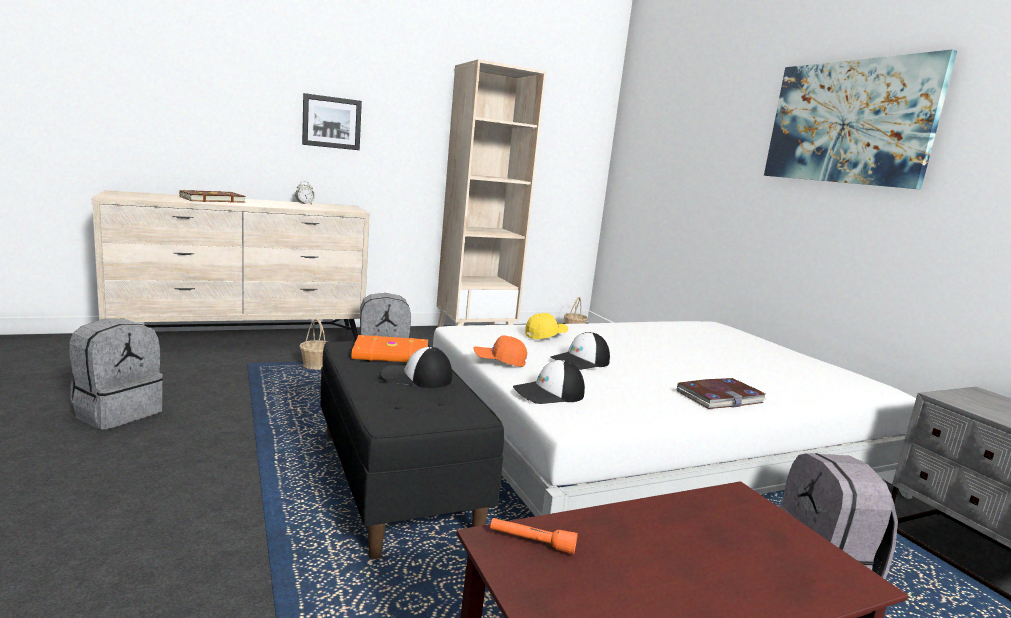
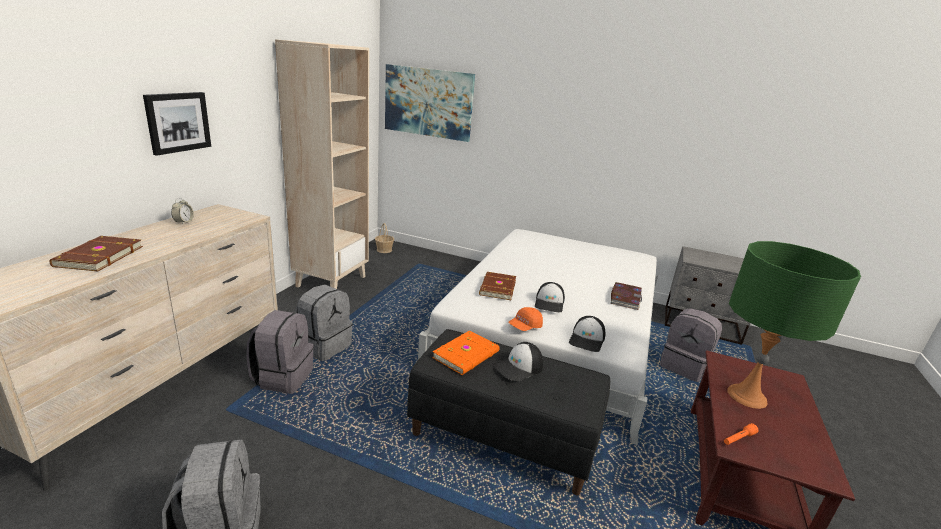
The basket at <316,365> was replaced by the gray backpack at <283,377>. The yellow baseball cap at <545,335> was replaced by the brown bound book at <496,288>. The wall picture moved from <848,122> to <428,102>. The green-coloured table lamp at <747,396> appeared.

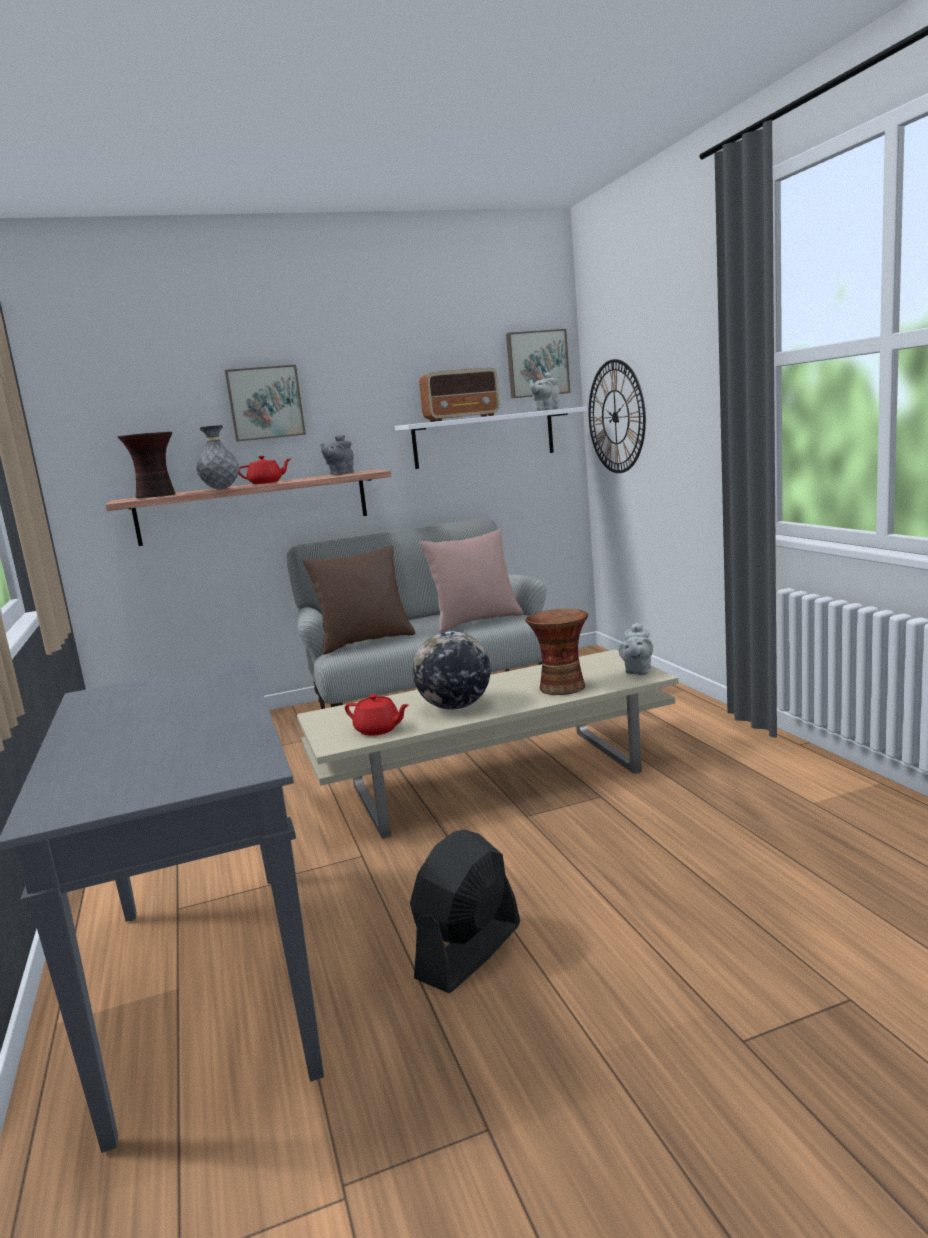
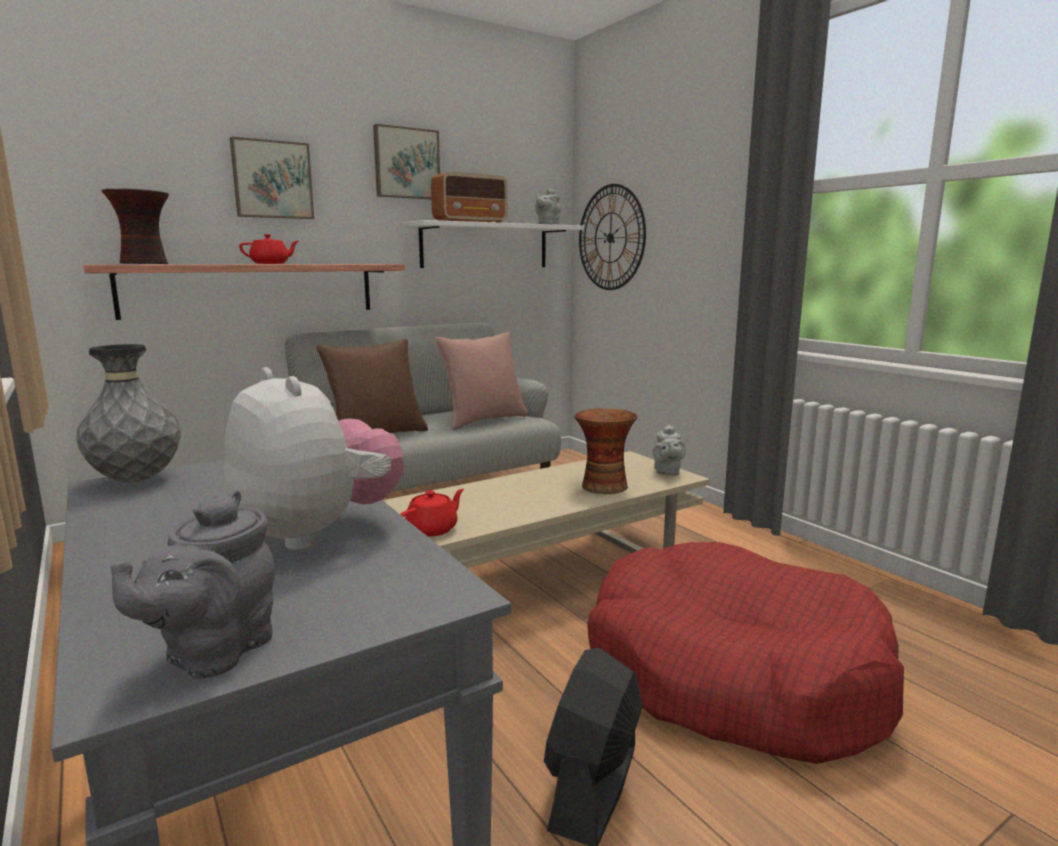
The gray vase moved from <221,489> to <137,480>. The gray pot for tea moved from <340,474> to <214,653>. The reddish pot for tea at <378,730> turned 60 degrees counterclockwise. The globe at <455,707> disappeared. The wall picture moved from <537,364> to <406,163>. The plush toy at <317,533> appeared. The reddish dog bed at <732,674> appeared.

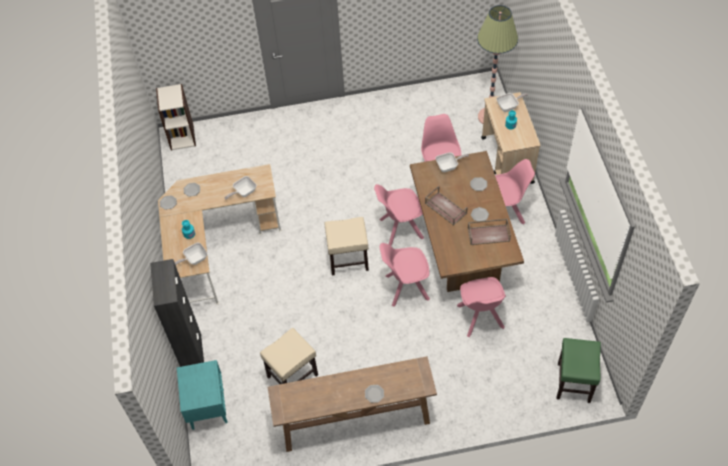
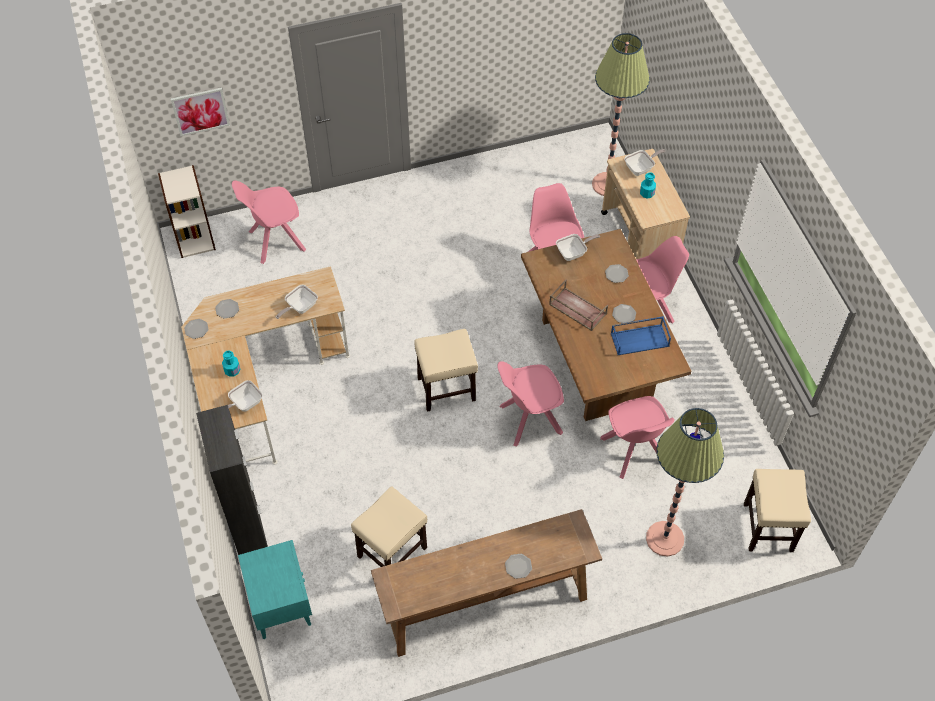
The pink plain chair moved from <399,229> to <275,241>. The brown serving tray at <489,234> became the blue serving tray at <640,339>. The green-coloured stool at <574,383> became the sand-coloured stool at <768,528>. The wall picture at <200,111> appeared. The floor lamp at <665,539> appeared.

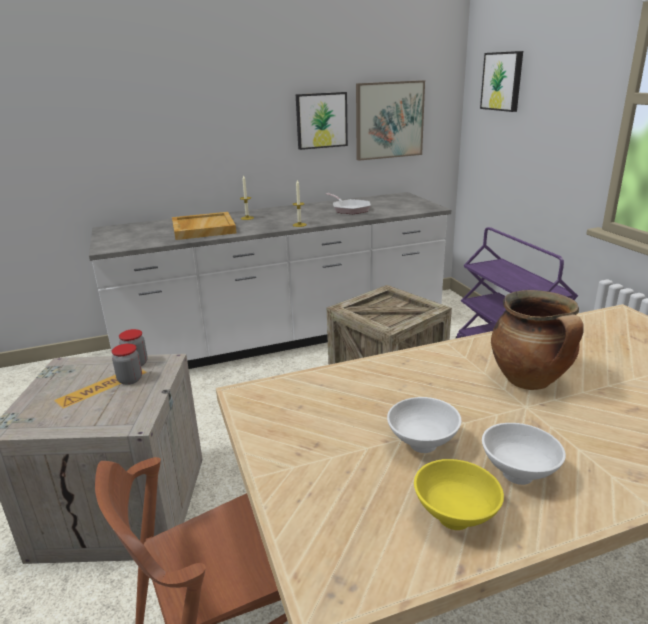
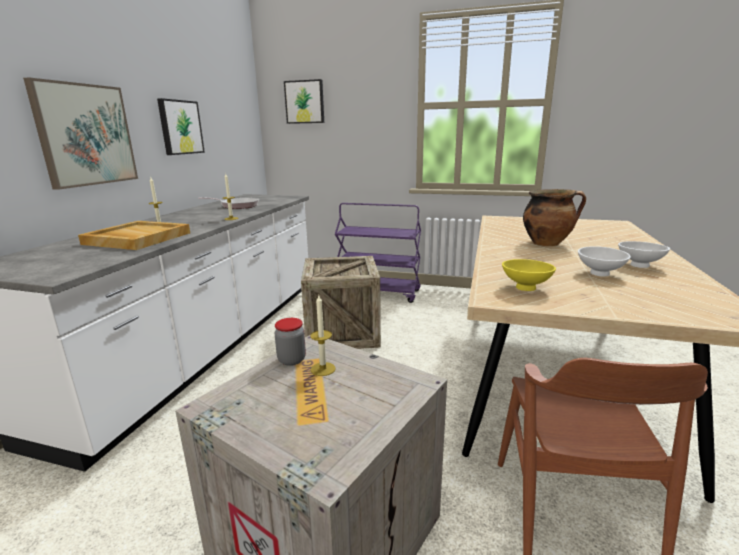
The preserve jar at <130,380> was replaced by the wax candle at <323,369>. The wall picture moved from <389,120> to <85,135>. The yellow bowl moved from <454,516> to <524,287>.

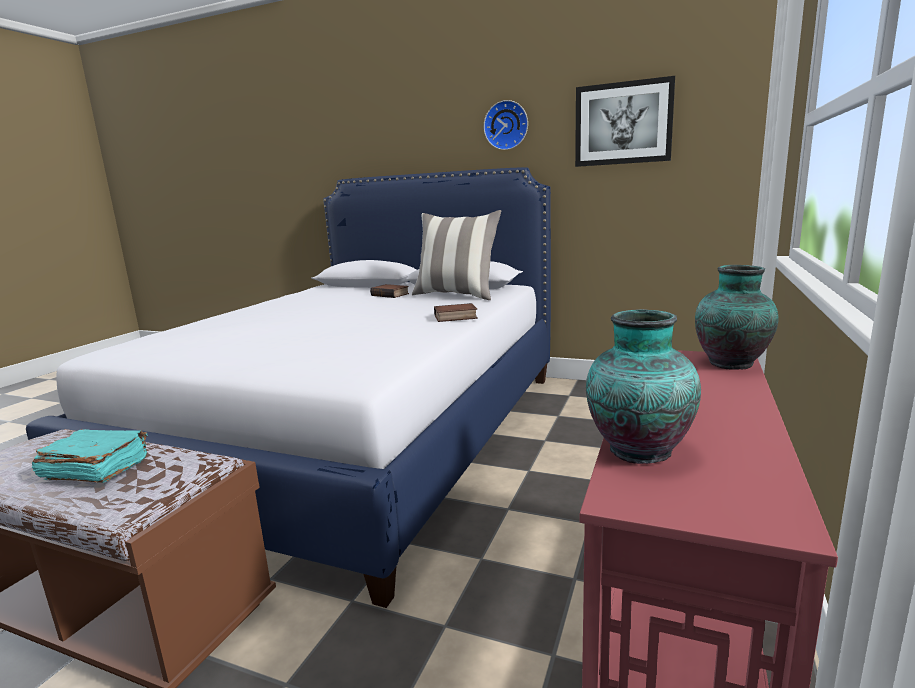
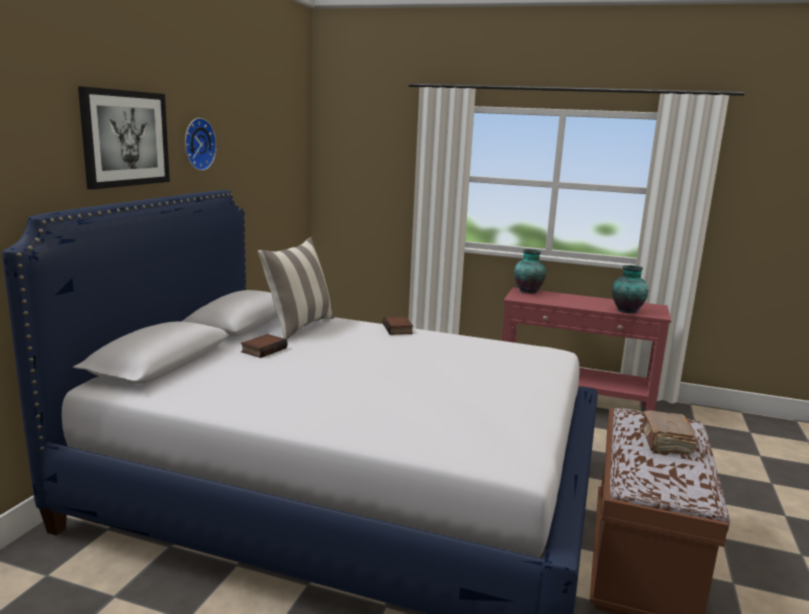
The blue-green bound book at <96,470> became the brown bound book at <665,442>. The wall picture moved from <623,123> to <125,138>.

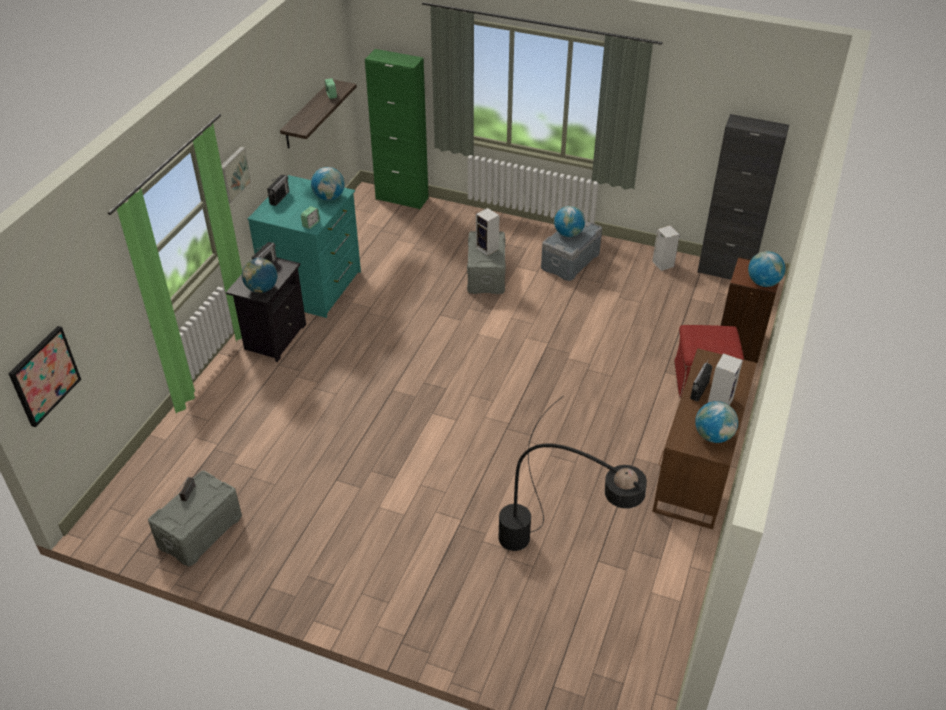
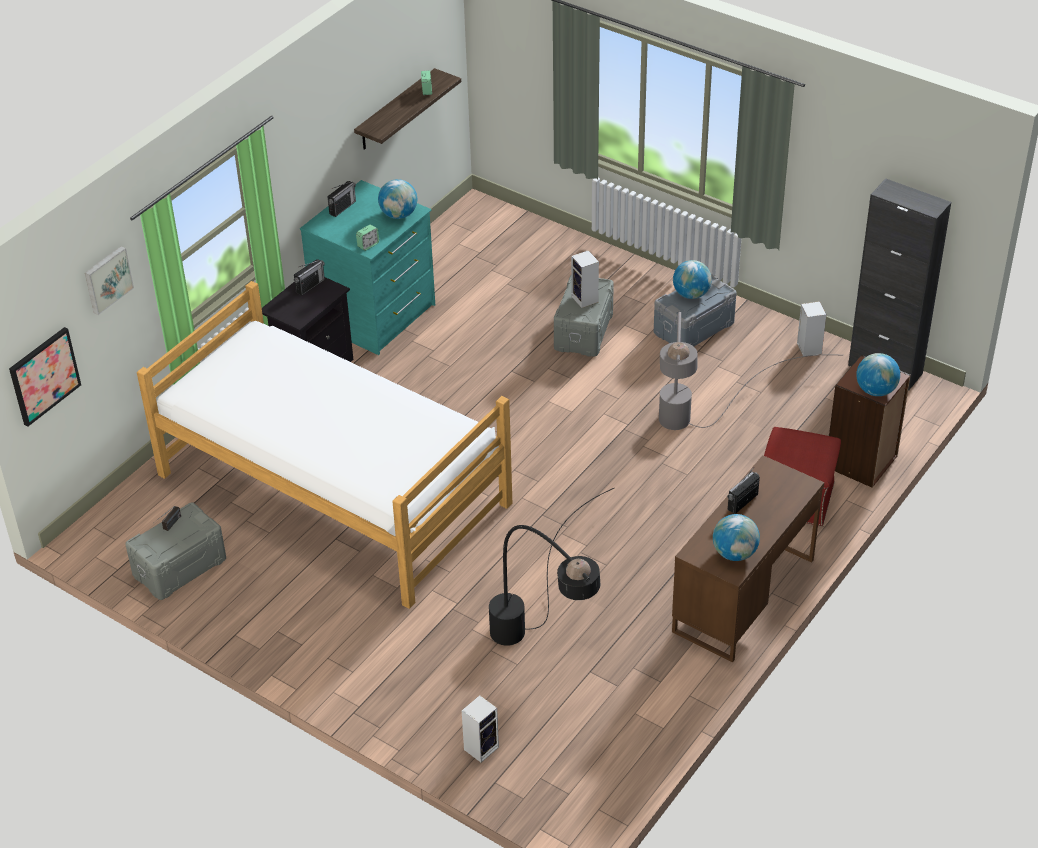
The wall picture moved from <233,174> to <107,279>. The globe at <262,289> disappeared. The green-coloured cabinet at <402,198> disappeared. The audio speaker moved from <720,400> to <481,747>. The sleeping bed at <333,488> appeared. The gray floor lamp at <692,446> appeared.

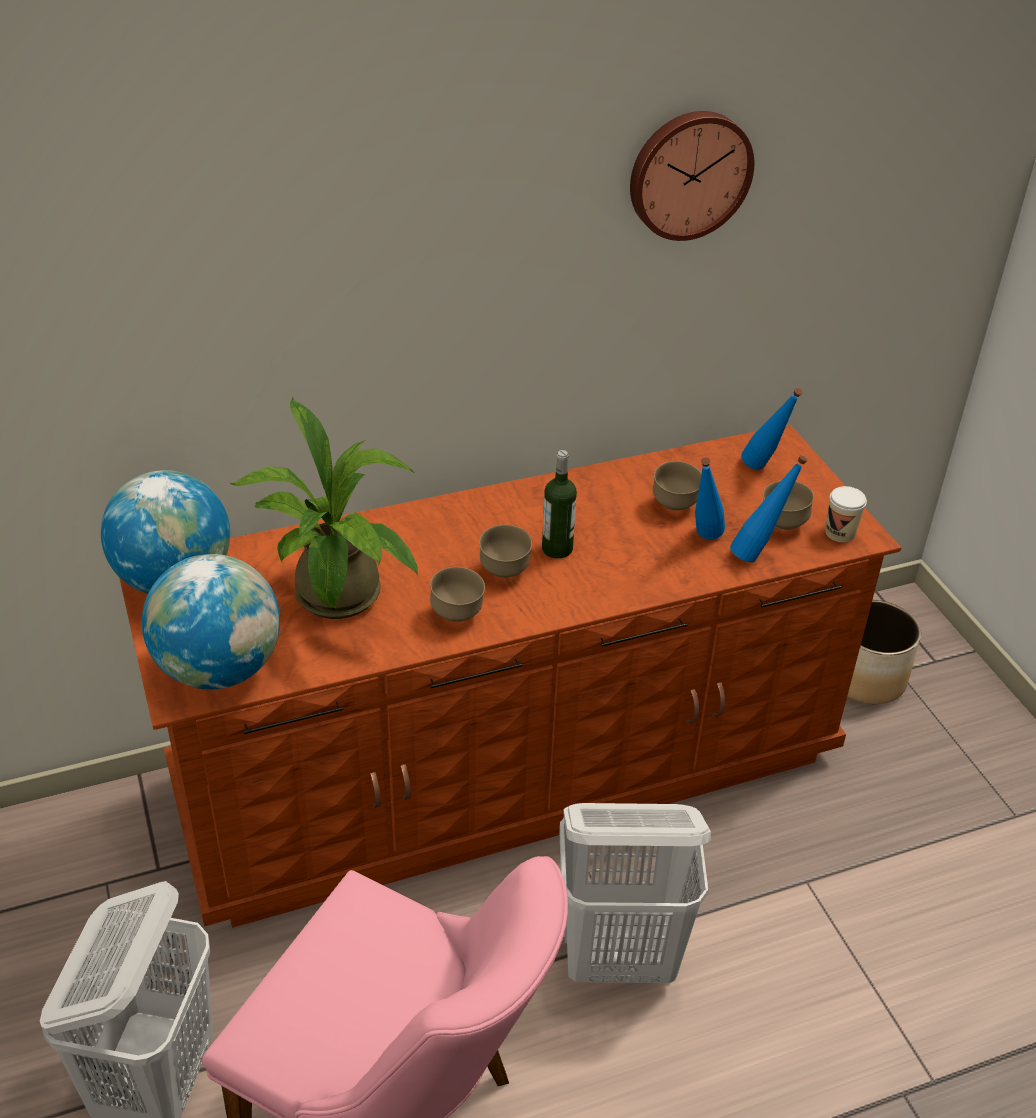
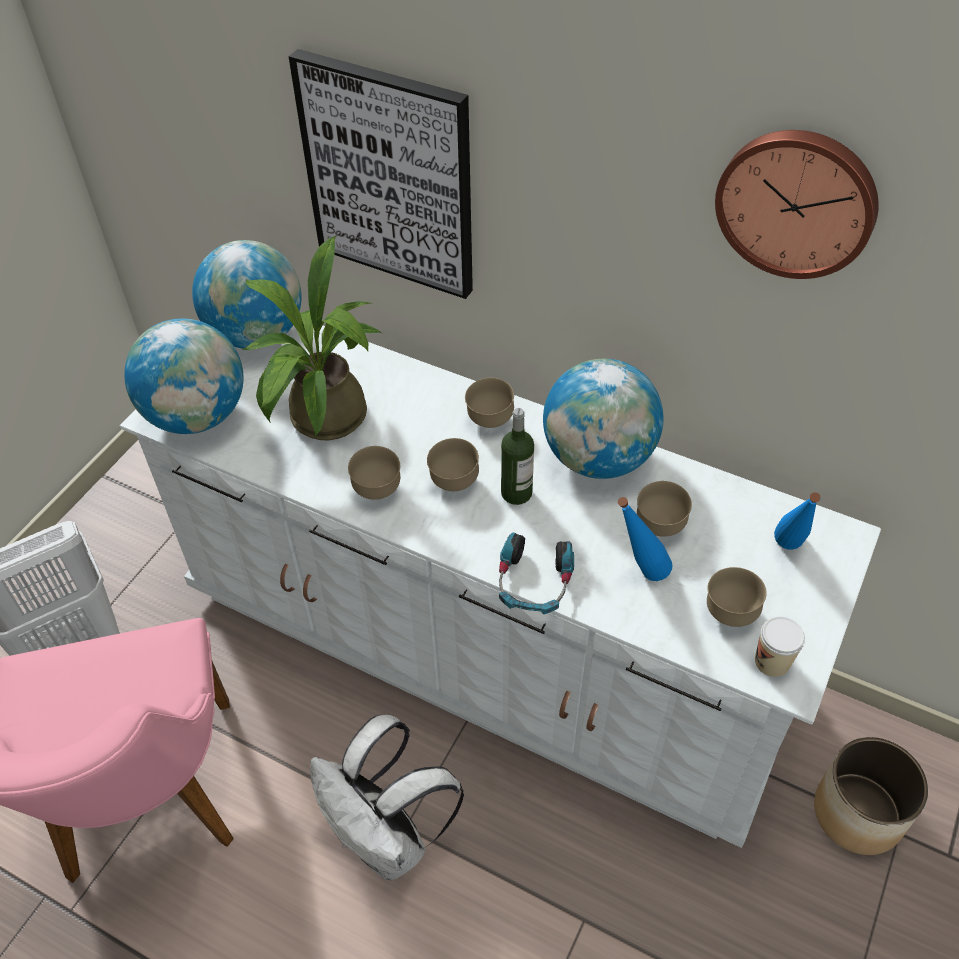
The brown drawer chest at <509,770> became the whitish drawer chest at <484,641>. The whitish hamper at <621,957> was replaced by the whitish backpack at <388,839>. The blue drink bottle at <759,555> disappeared. The wall picture at <390,176> appeared. The brown bowl at <489,421> appeared. The headphones at <534,582> appeared. The globe at <598,458> appeared.

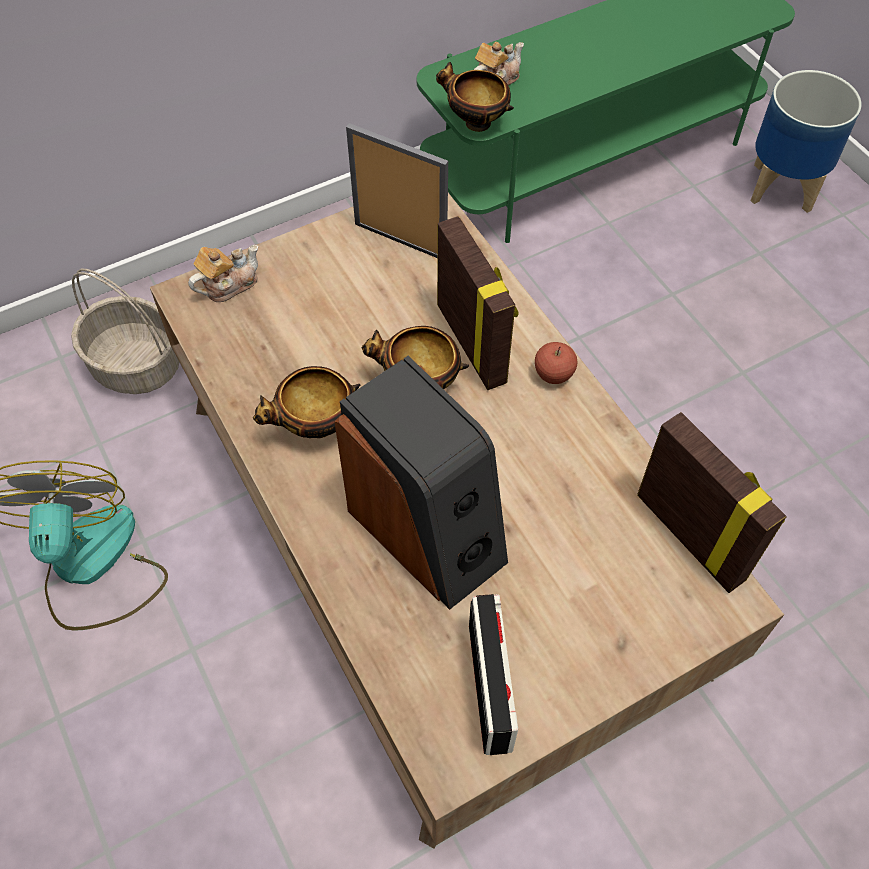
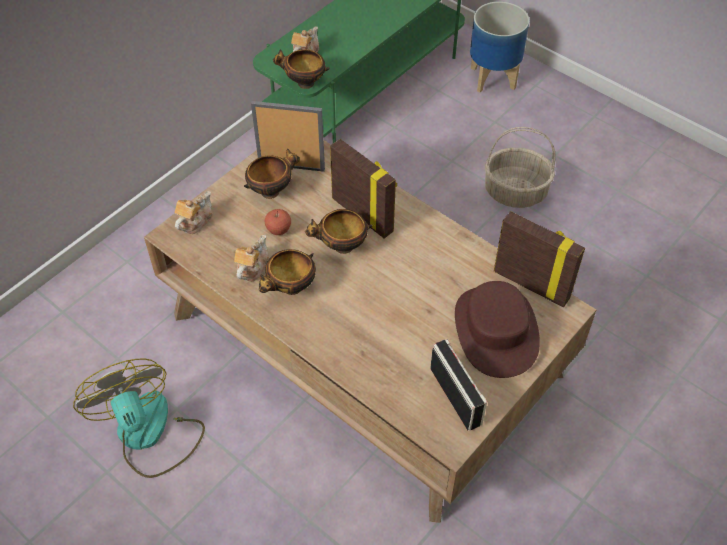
The basket moved from <137,365> to <516,191>. The audio speaker at <428,532> disappeared. The apple fruit moved from <553,375> to <278,230>. The pot for tea at <252,267> appeared. The bowl at <271,190> appeared. The brown clothing hat at <495,330> appeared.

